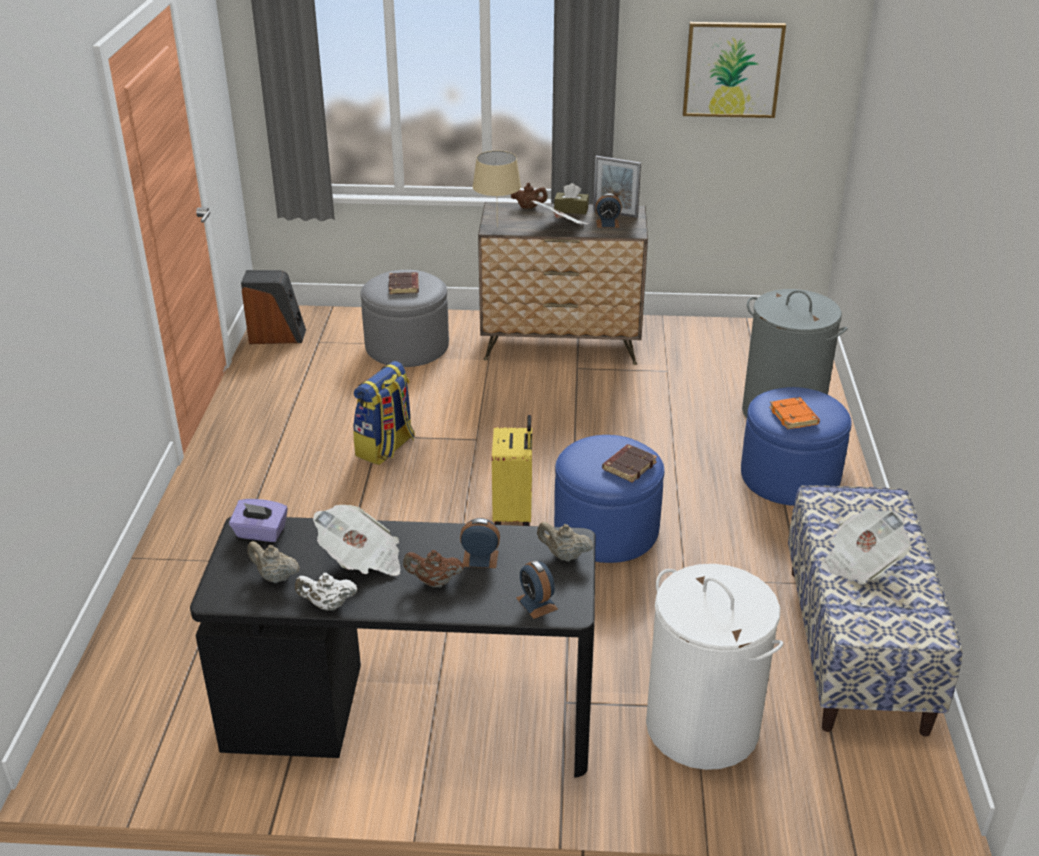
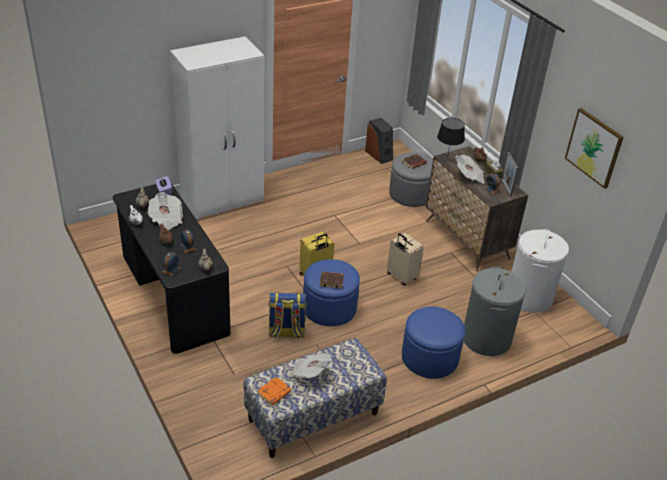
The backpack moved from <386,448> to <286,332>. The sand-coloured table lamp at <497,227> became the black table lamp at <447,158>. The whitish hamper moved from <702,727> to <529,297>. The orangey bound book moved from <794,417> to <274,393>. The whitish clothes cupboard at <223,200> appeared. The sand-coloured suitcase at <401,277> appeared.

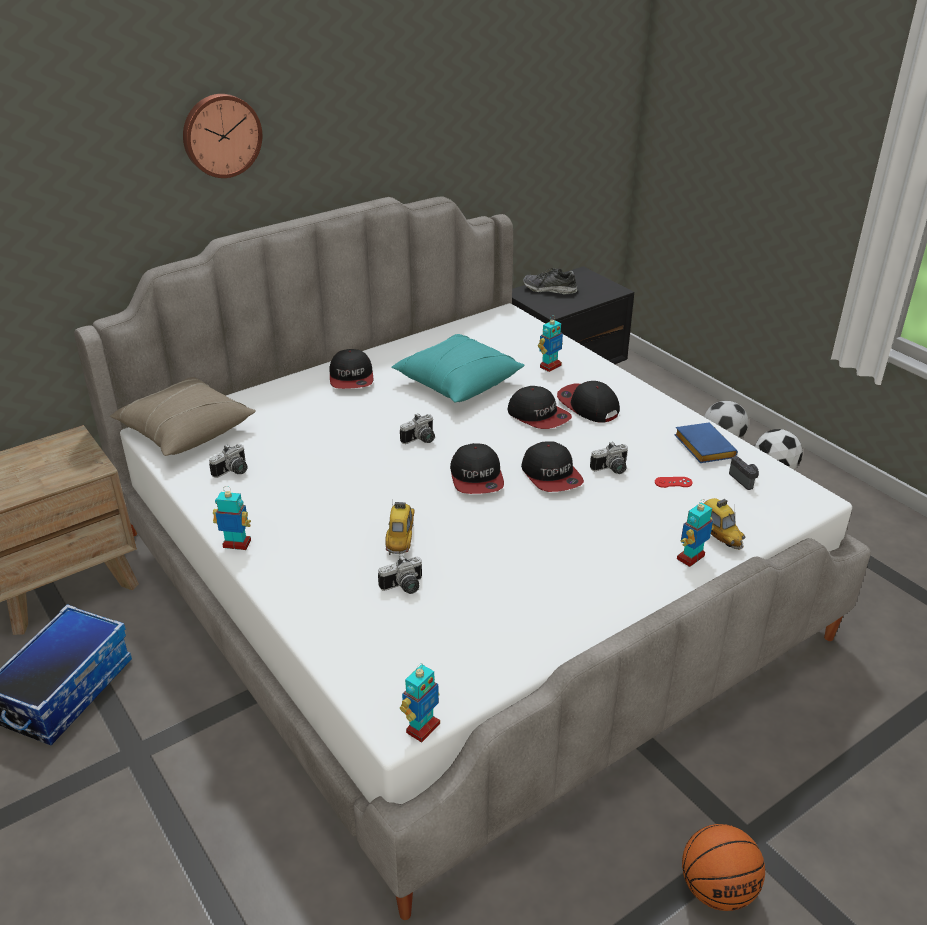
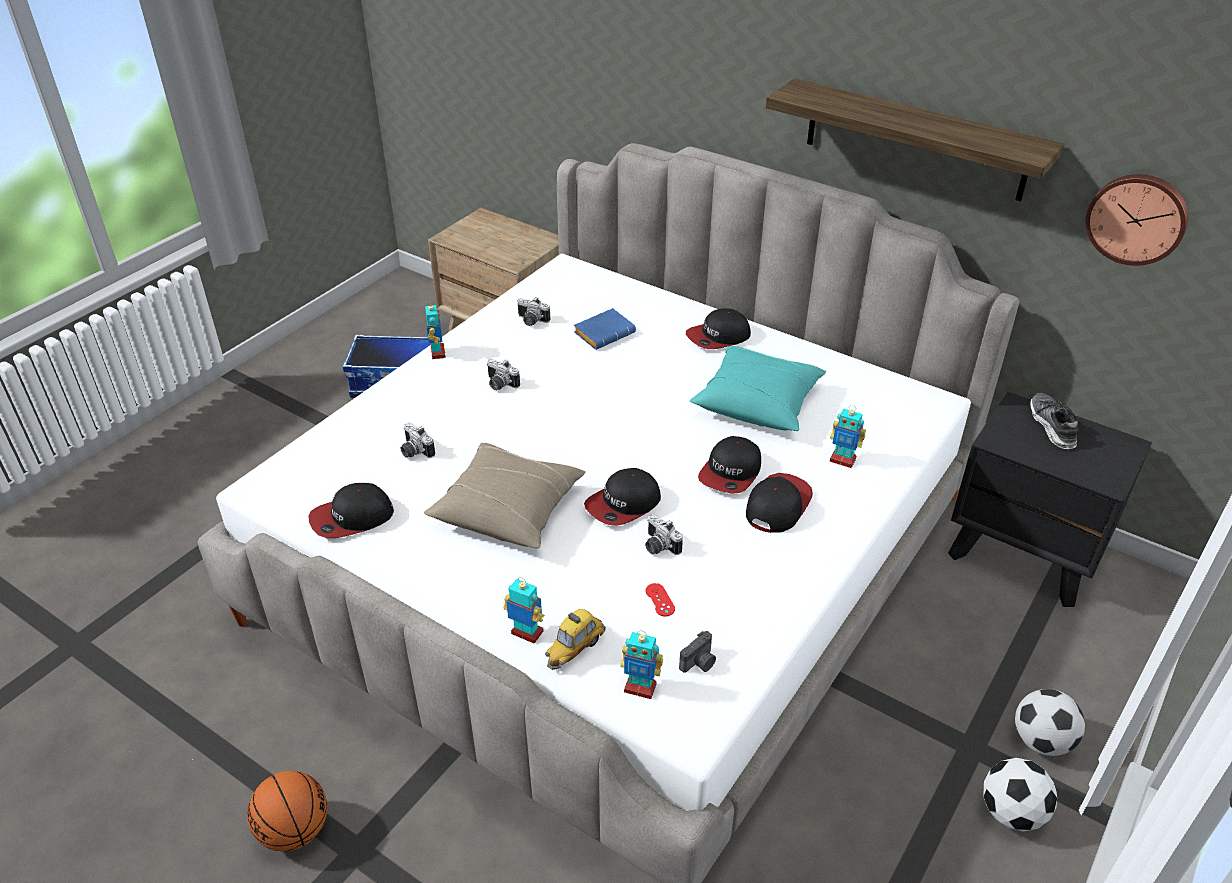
The sand-coloured throw pillow moved from <185,431> to <508,509>. The wall clock moved from <221,135> to <1137,218>. The model car at <401,537> disappeared. The photo camera moved from <421,440> to <499,384>. The robot figure moved from <422,728> to <640,687>. The baseball cap moved from <477,478> to <352,518>. The blue bound book moved from <702,447> to <604,332>. The wall shelf at <915,140> appeared.

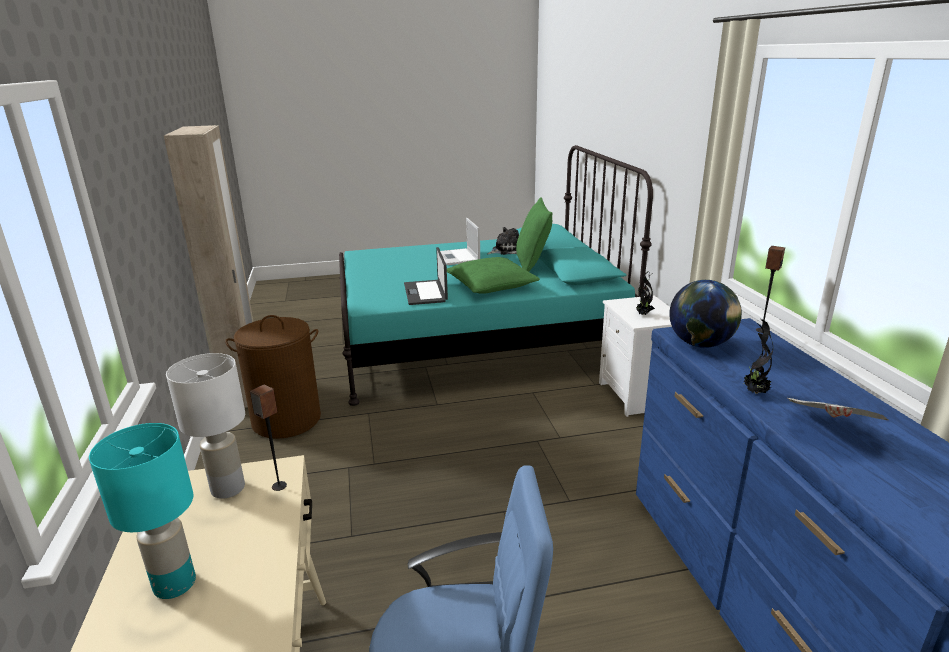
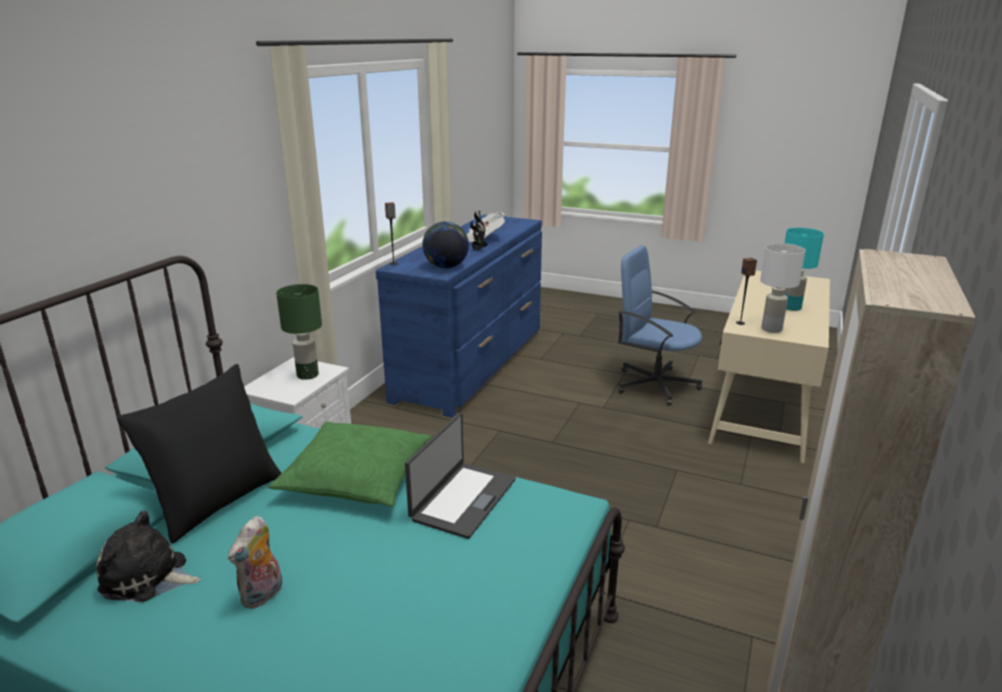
The brown hamper at <286,420> disappeared. The notebook computer at <458,257> was replaced by the plush toy at <263,596>. The green-coloured throw pillow at <532,265> became the black throw pillow at <216,500>. The houseplant at <643,314> was replaced by the green-coloured table lamp at <307,375>.

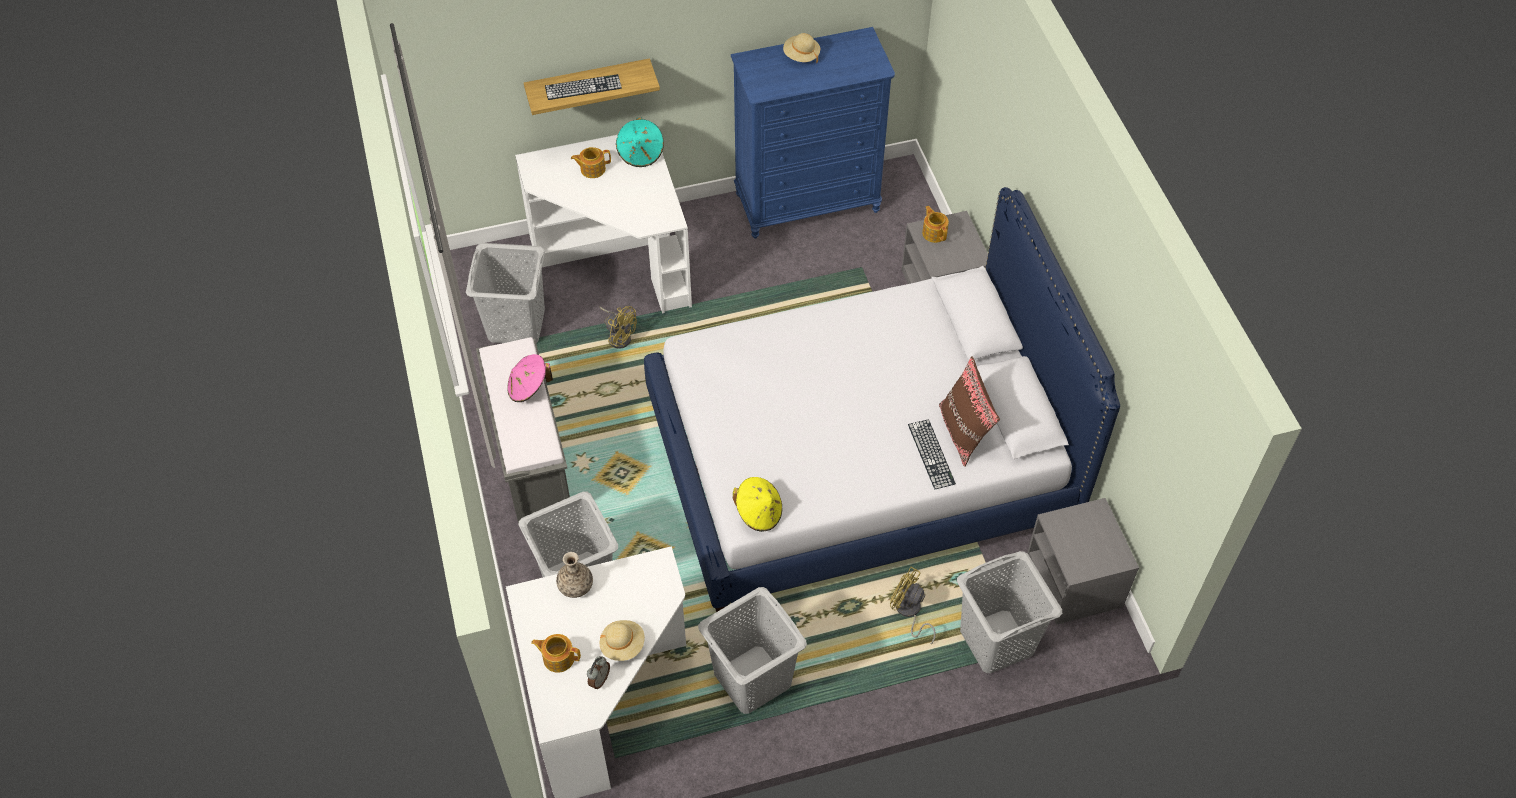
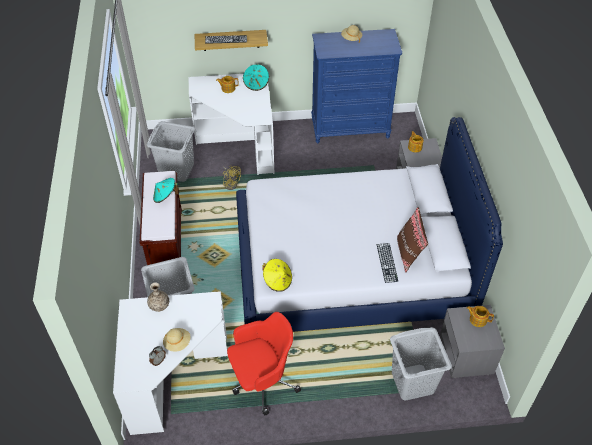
The gray long seat at <530,459> became the brown long seat at <166,241>. The pink clothing hat at <528,388> became the blue-green clothing hat at <165,196>. The pot for tea moved from <558,657> to <477,319>. The gray hamper at <753,679> was replaced by the reddish computer chair at <262,381>. The yellow cooling fan at <909,612> disappeared.

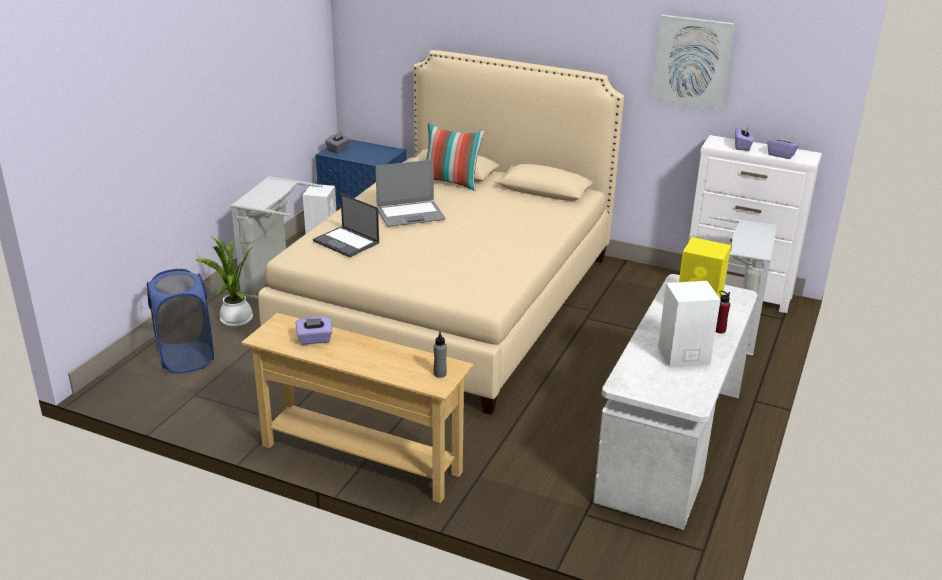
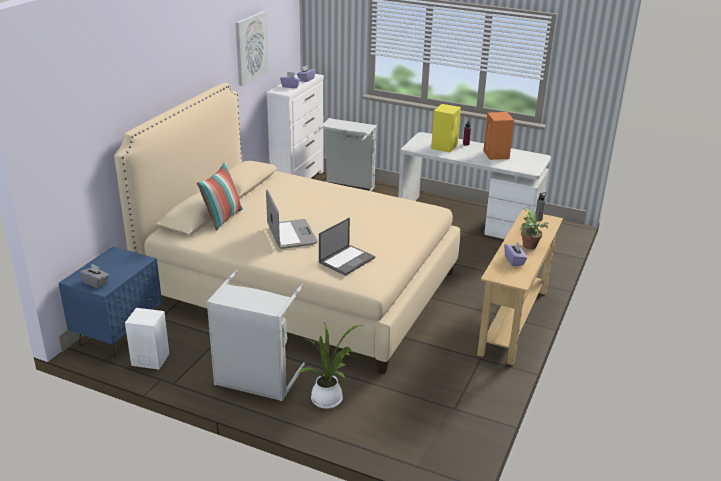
The blue hamper at <185,357> disappeared. The whitish audio speaker at <682,356> became the orangey audio speaker at <496,155>. The houseplant at <531,247> appeared.

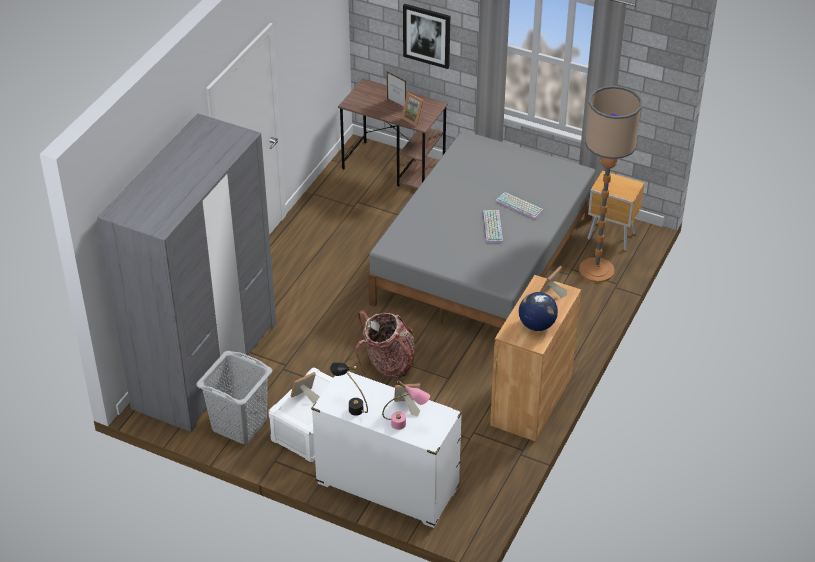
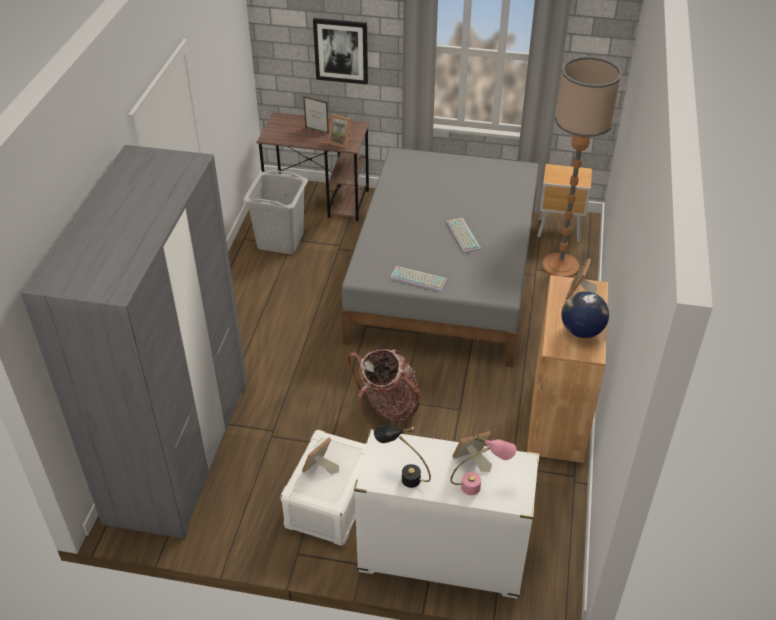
The gray hamper moved from <239,424> to <280,241>. The computer keyboard moved from <520,206> to <419,279>.

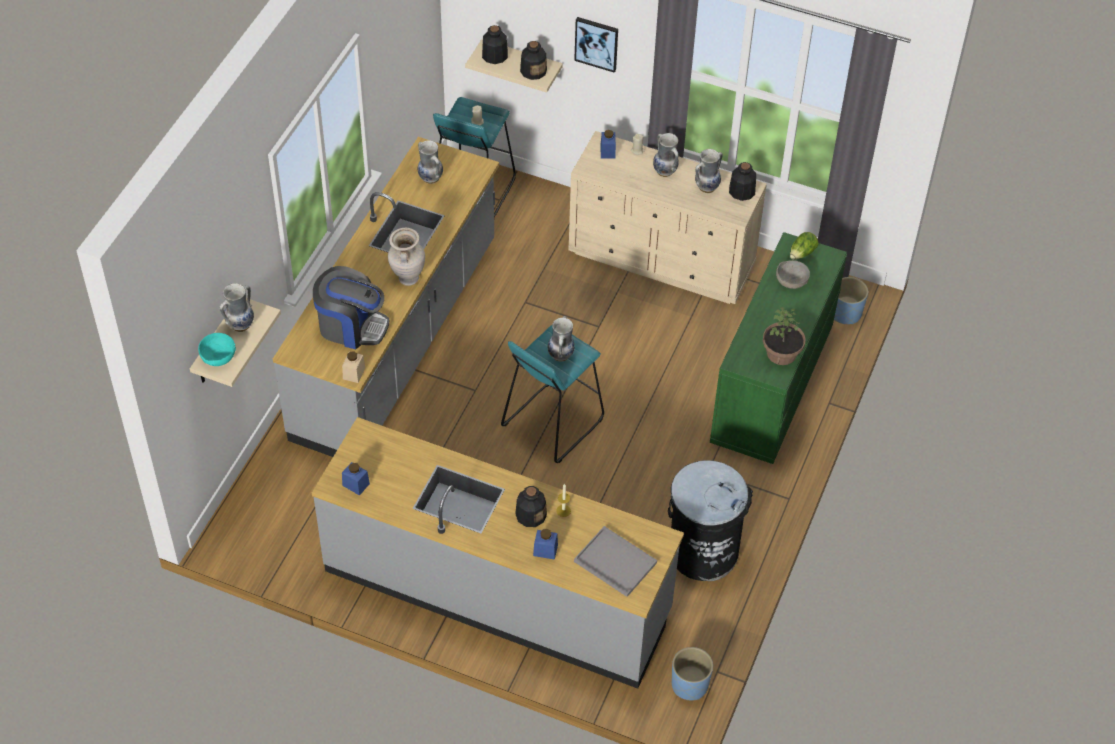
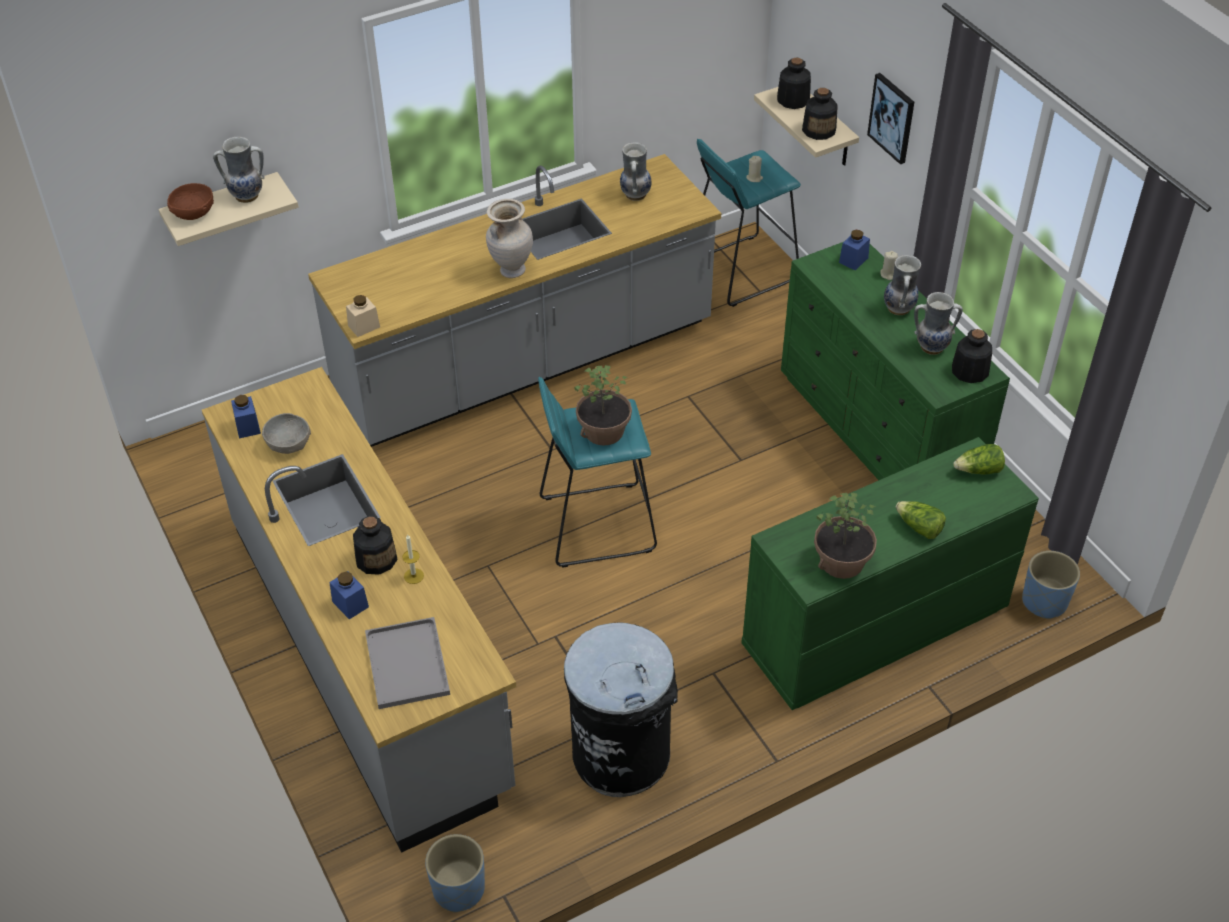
The blue-green bowl at <218,357> became the brown bowl at <193,212>. The coffee machine at <351,326> disappeared. The vase at <561,355> was replaced by the houseplant at <604,431>. The sand-coloured drawer chest at <662,259> became the green-coloured drawer chest at <878,432>. The gray bowl moved from <791,281> to <289,444>. The lettuce at <919,528> appeared.

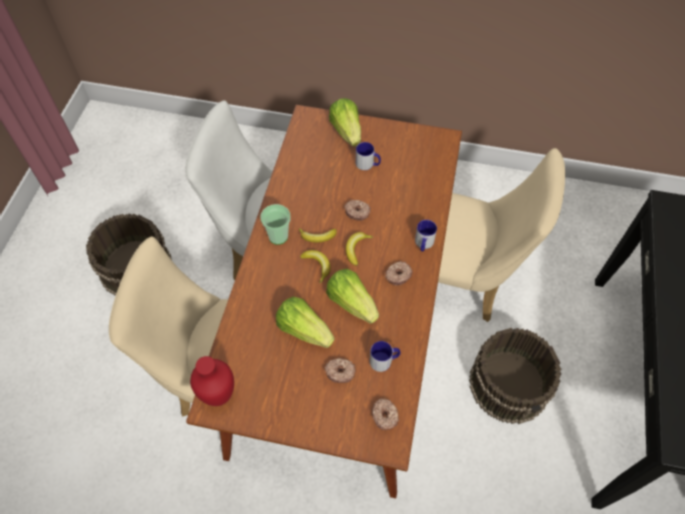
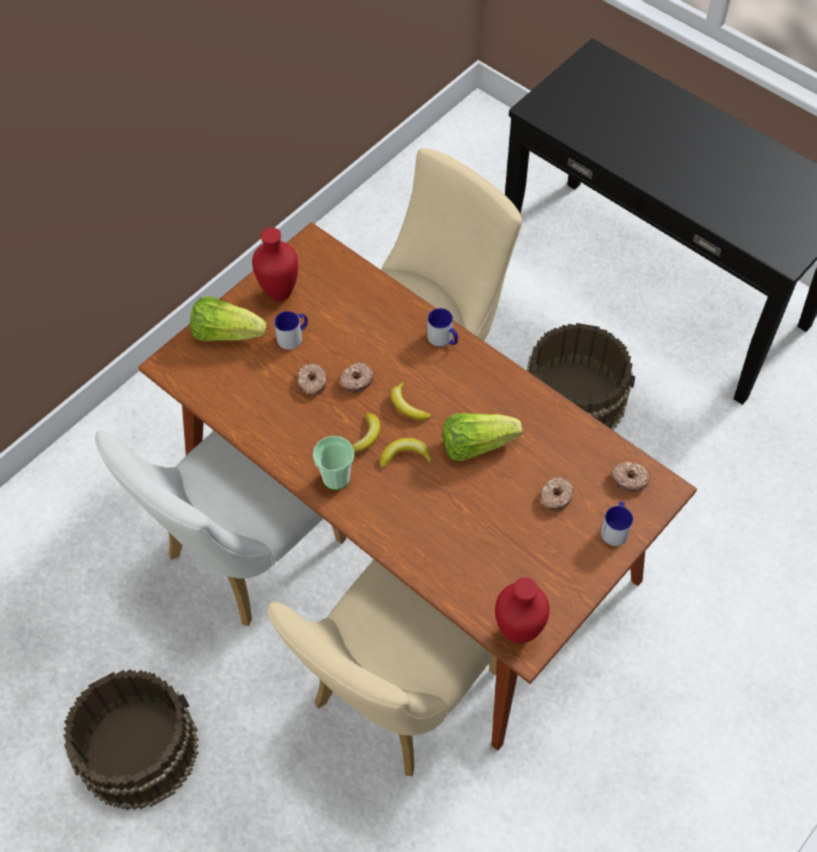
The lettuce at <304,329> disappeared. The coffee mug moved from <384,360> to <615,528>. The donut moved from <398,275> to <312,382>. The reddish vase at <280,295> appeared.

